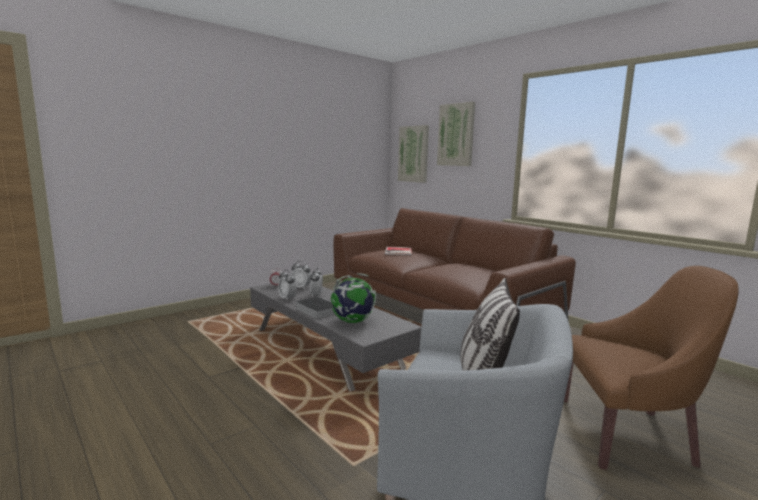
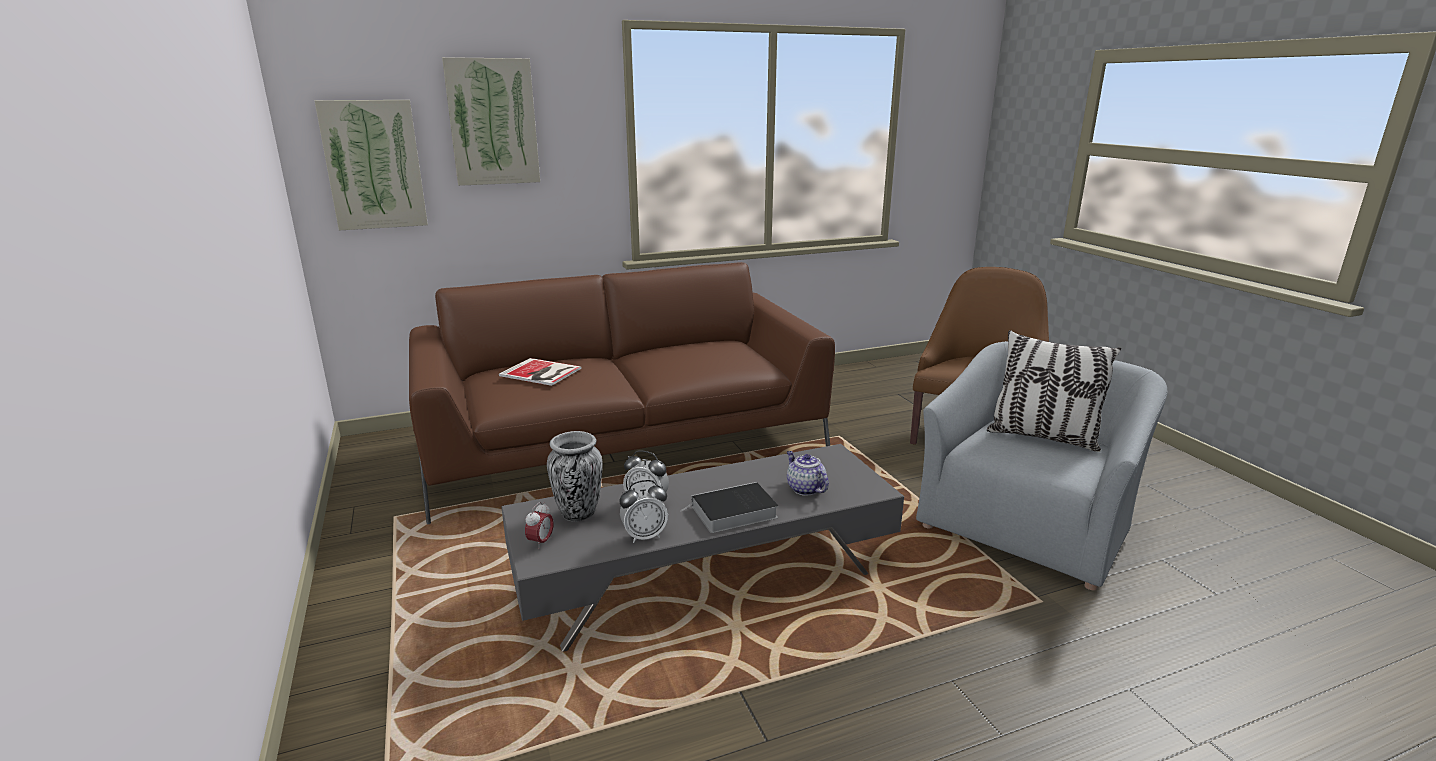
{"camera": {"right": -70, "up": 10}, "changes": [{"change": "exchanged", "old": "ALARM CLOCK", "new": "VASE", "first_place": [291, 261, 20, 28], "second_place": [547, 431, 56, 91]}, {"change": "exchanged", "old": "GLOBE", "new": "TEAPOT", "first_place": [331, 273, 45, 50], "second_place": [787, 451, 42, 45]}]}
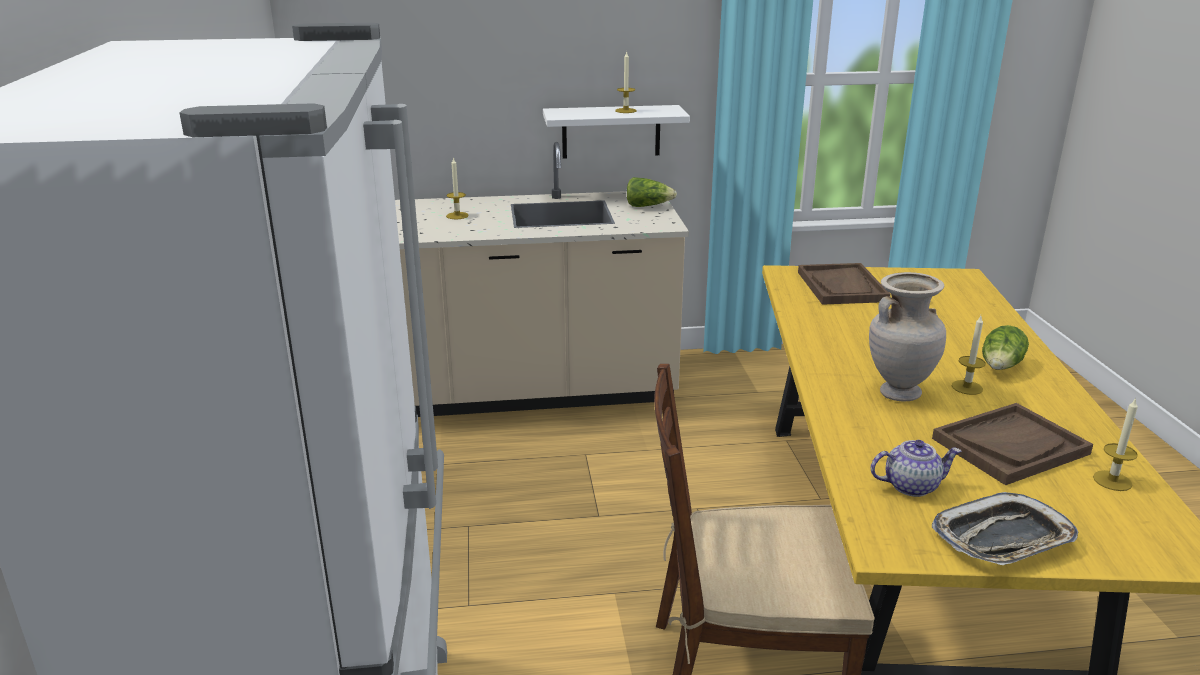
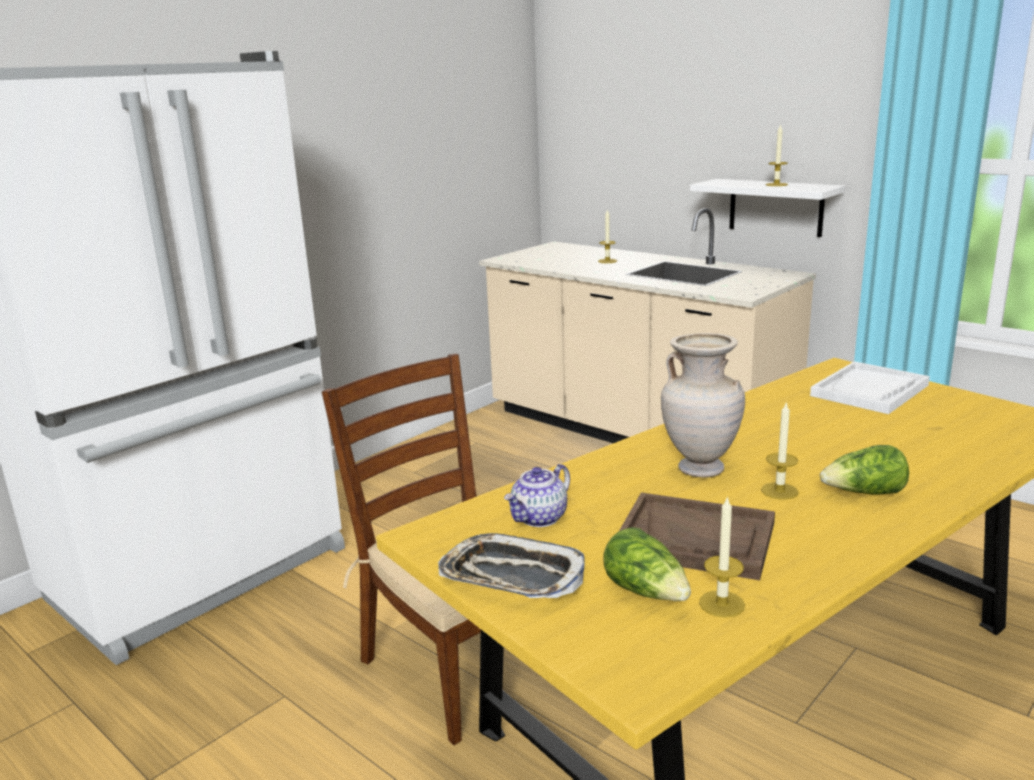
{"camera": {"right": 50, "up": -5}, "changes": [{"change": "relocated", "old": "LETTUCE", "first_place": [627, 177, 50, 30], "second_place": [603, 527, 88, 74]}, {"change": "colour", "old": "BROWN TRAY", "new": "WHITE TRAY", "first_place": [798, 263, 92, 42], "second_place": [810, 361, 120, 53]}, {"change": "spun", "old": "TEAPOT", "first_place": [871, 440, 91, 57], "second_place": [504, 464, 66, 63], "degrees": 90}]}
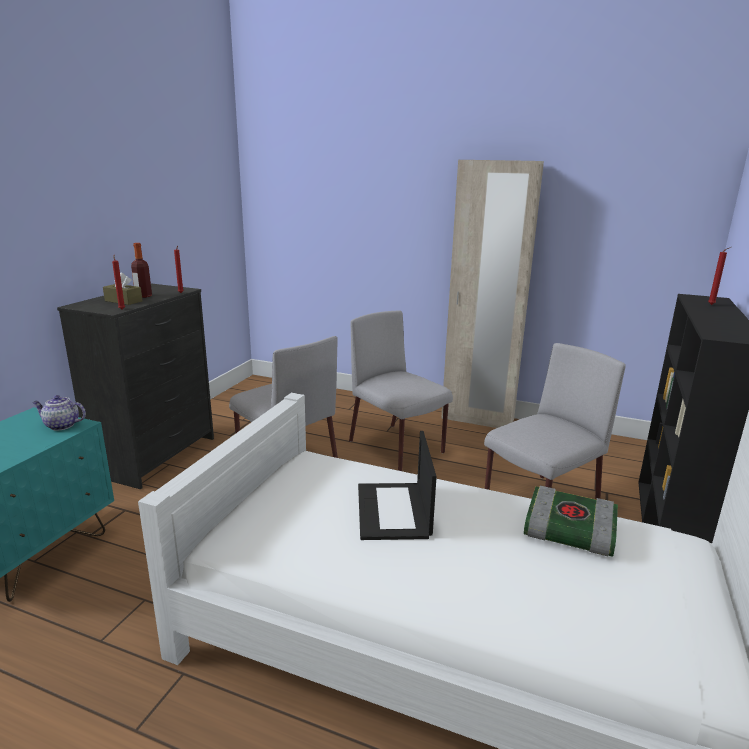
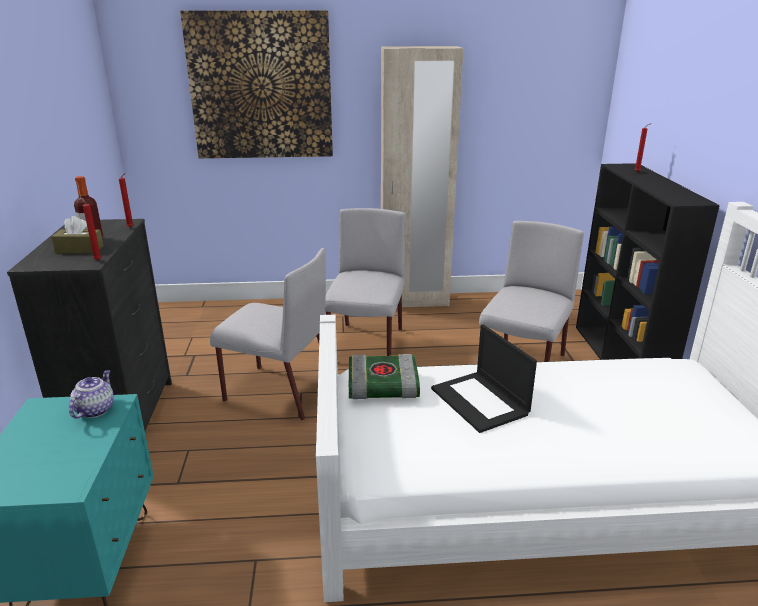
{"camera": {"right": -25, "up": 5}, "changes": [{"change": "appeared", "new": "PICTURE", "second_place": [180, 10, 153, 148]}, {"change": "relocated", "old": "BOOK", "first_place": [524, 486, 94, 71], "second_place": [349, 354, 71, 45]}, {"change": "spun", "old": "TEAPOT", "first_place": [32, 395, 54, 35], "second_place": [69, 370, 45, 48], "degrees": 120}, {"change": "spun", "old": "GREY CHAIR", "first_place": [349, 310, 104, 161], "second_place": [325, 208, 81, 148], "degrees": 75}]}
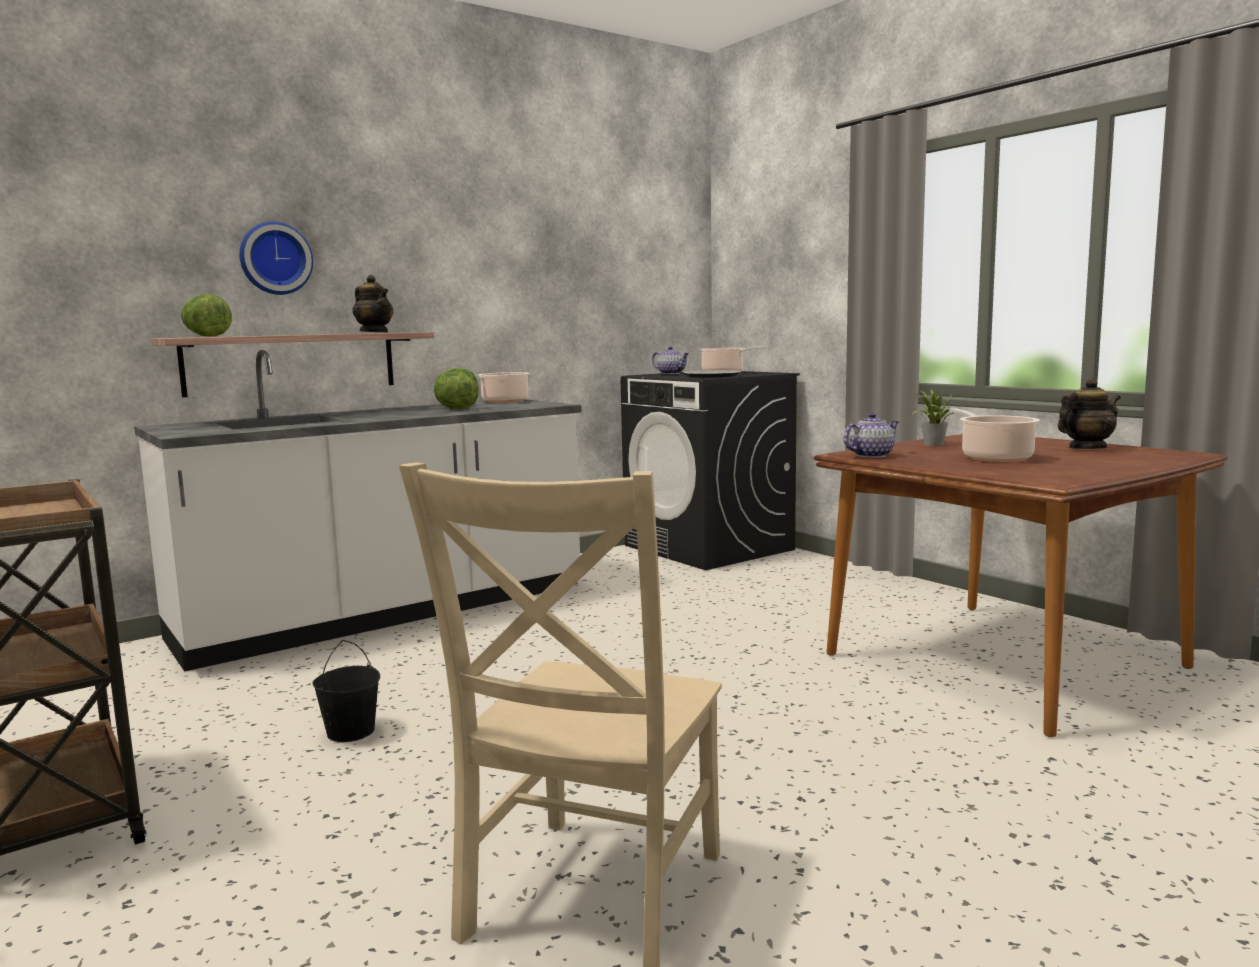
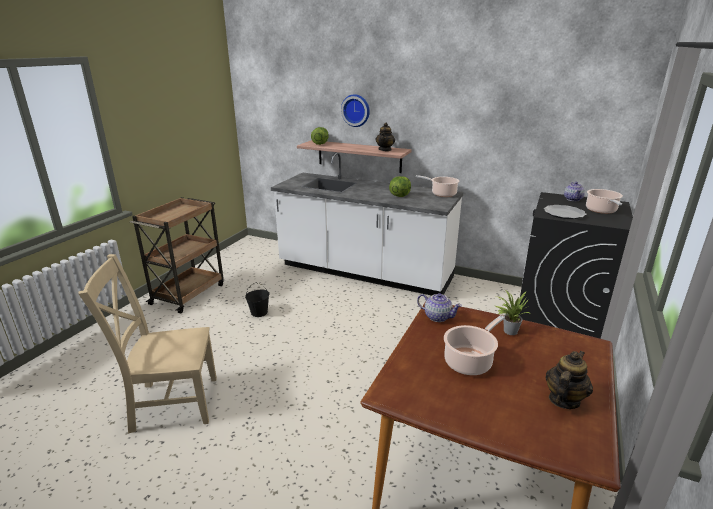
{"camera": {"right": 60, "up": 15}, "changes": [{"change": "spun", "old": "TEAPOT", "first_place": [1058, 378, 63, 71], "second_place": [545, 351, 48, 58], "degrees": -90}]}
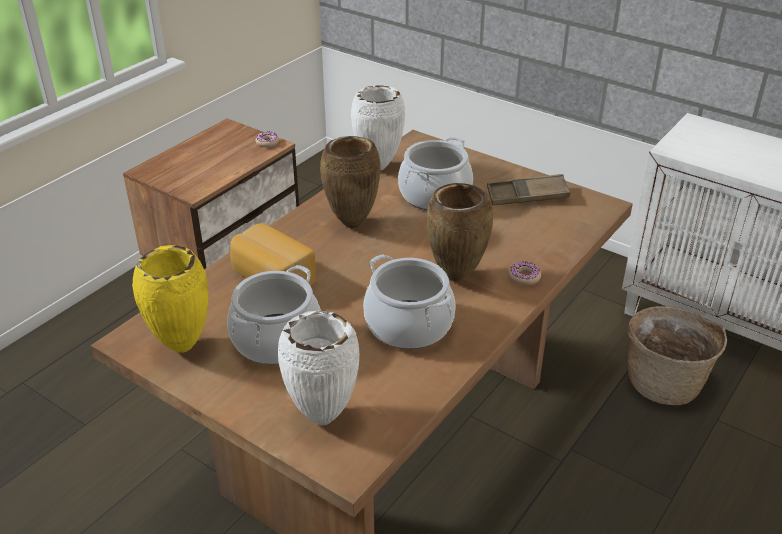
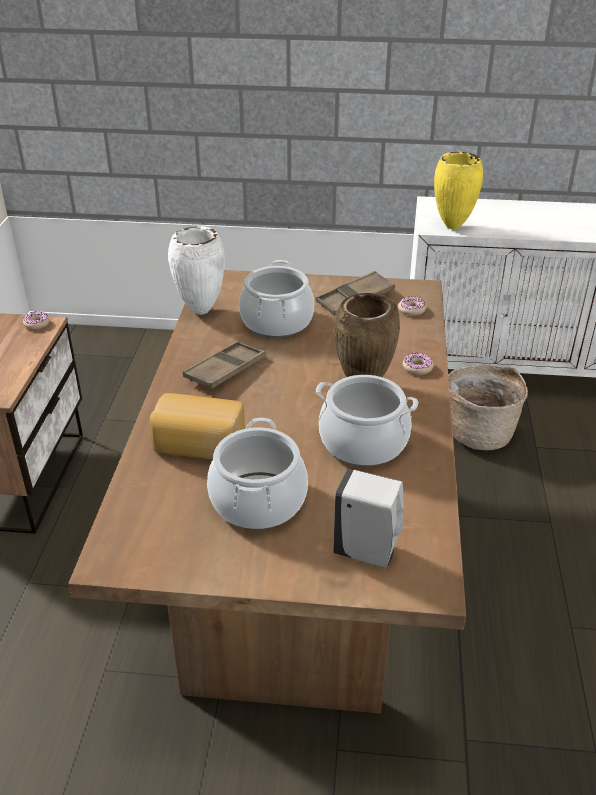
{"camera": {"right": -30, "up": 0}, "changes": [{"change": "appeared", "new": "DONUT", "second_place": [398, 296, 28, 20]}, {"change": "relocated", "old": "YELLOW VASE", "first_place": [132, 245, 76, 108], "second_place": [434, 152, 49, 77]}, {"change": "exchanged", "old": "WHITE VASE", "new": "WHITE SOAP DISPENSER", "first_place": [278, 310, 81, 116], "second_place": [333, 469, 71, 99]}, {"change": "exchanged", "old": "BROWN VASE", "new": "BROWN TRAY", "first_place": [320, 136, 60, 92], "second_place": [183, 341, 83, 49]}]}
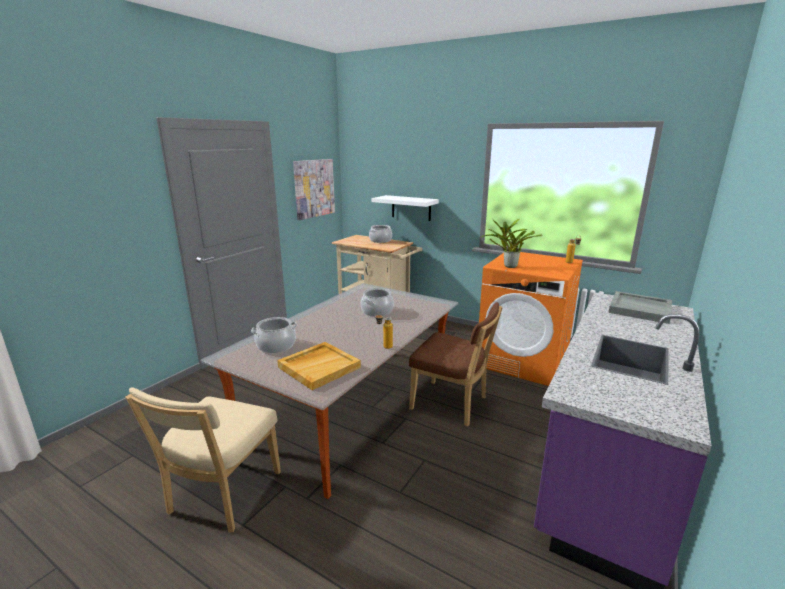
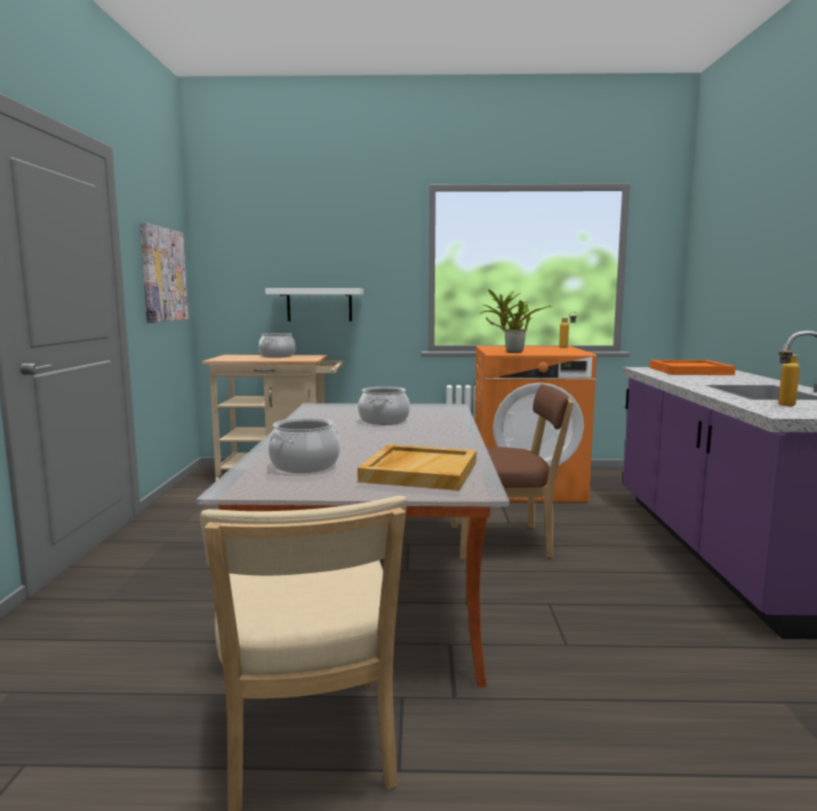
{"camera": {"right": -30, "up": -10}, "changes": [{"change": "relocated", "old": "BOTTLE", "first_place": [375, 312, 18, 37], "second_place": [778, 344, 22, 62]}, {"change": "colour", "old": "GREY TRAY", "new": "ORANGE TRAY", "first_place": [608, 291, 64, 33], "second_place": [650, 360, 86, 15]}]}
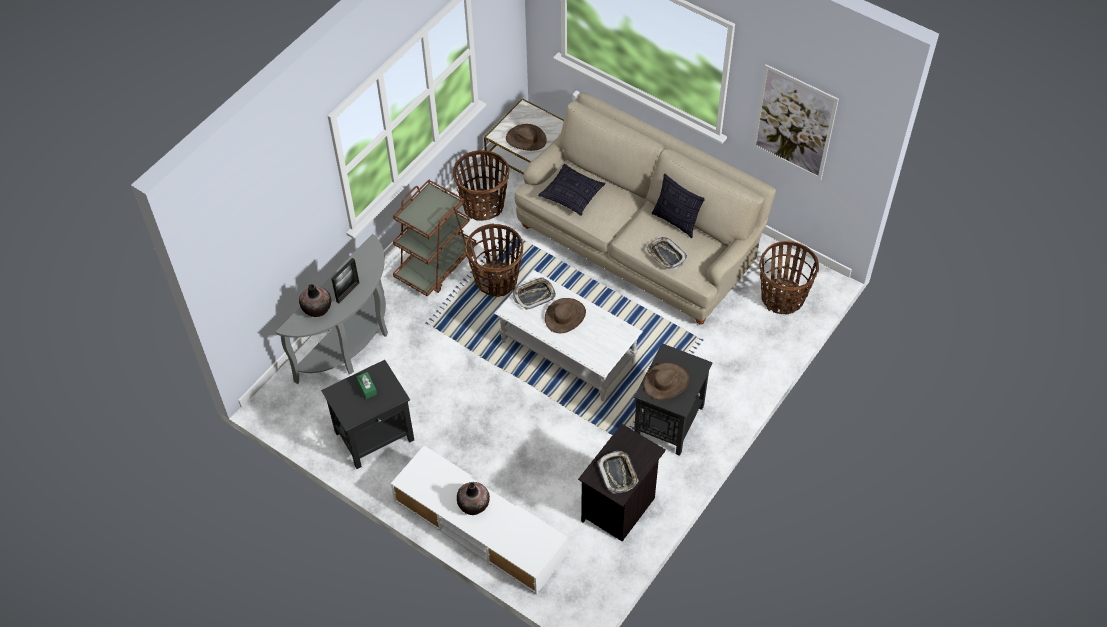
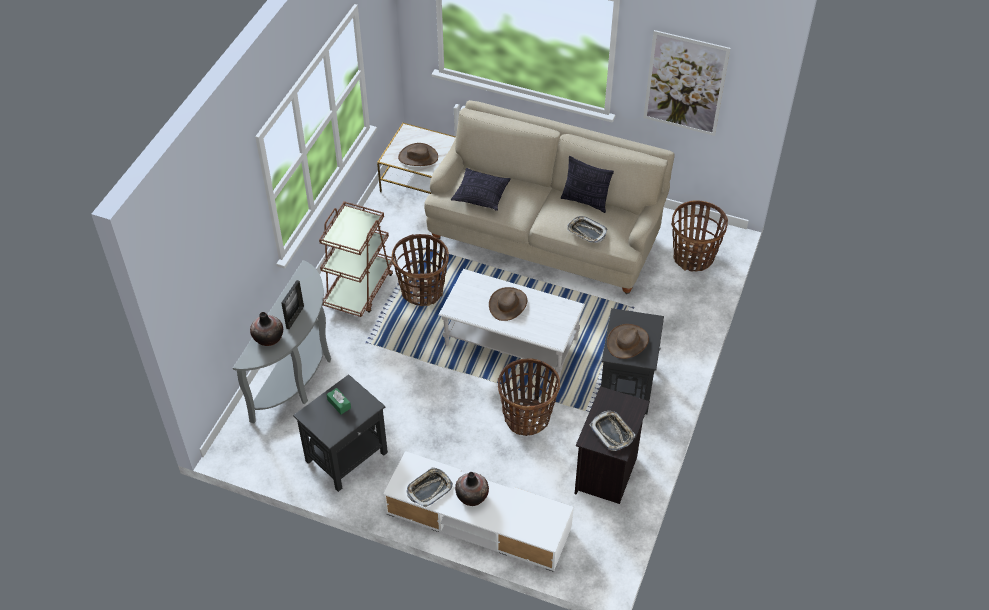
{"camera": {"right": -15, "up": -5}, "changes": [{"change": "relocated", "old": "BASKET", "first_place": [453, 150, 56, 71], "second_place": [498, 358, 62, 78]}, {"change": "relocated", "old": "TRAY", "first_place": [513, 277, 43, 33], "second_place": [407, 467, 46, 40]}]}
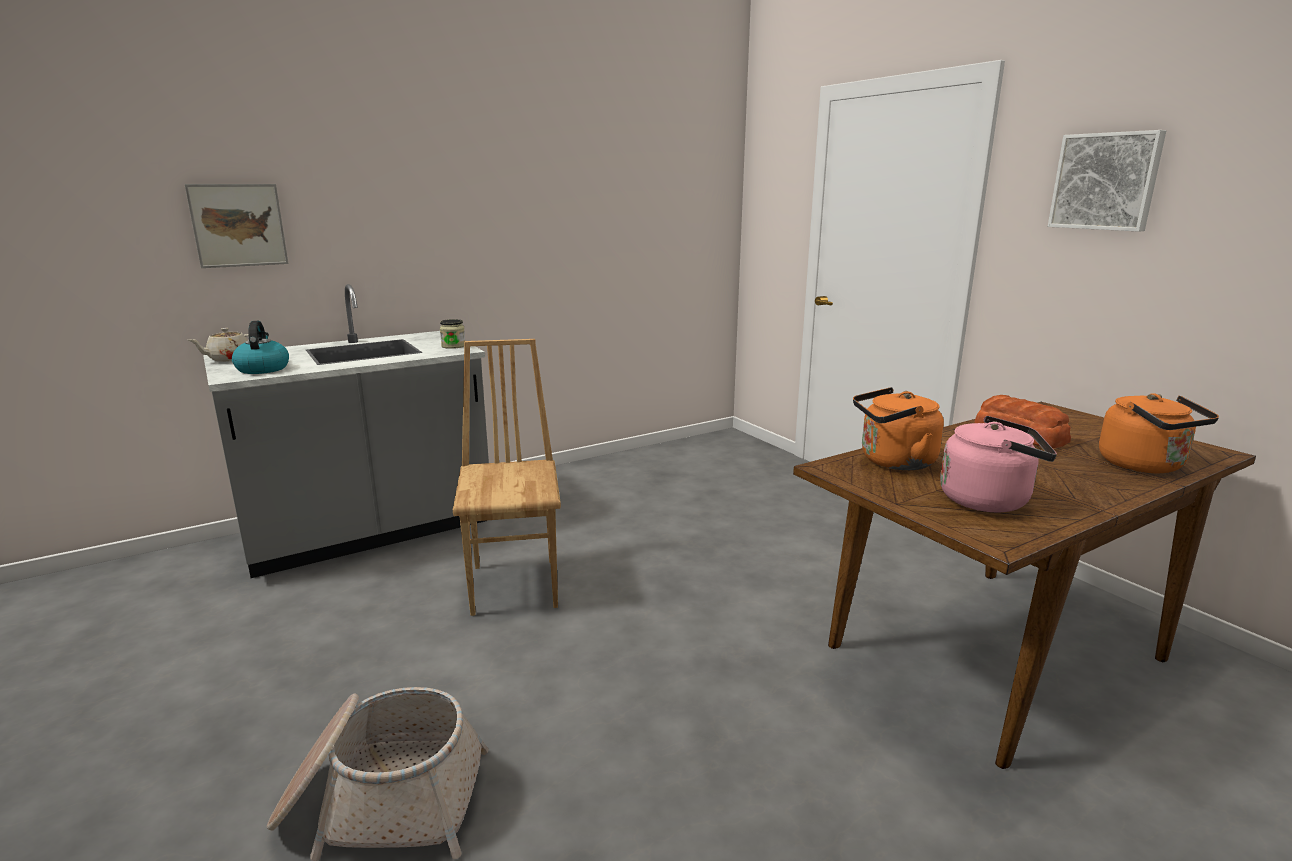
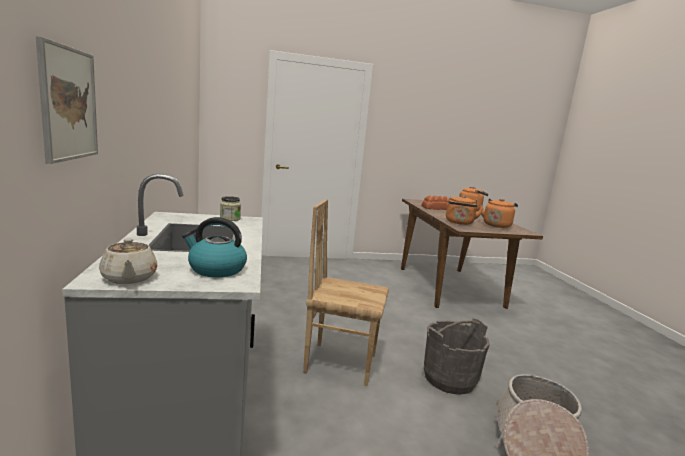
{"camera": {"right": -70, "up": -5}, "changes": [{"change": "missing", "old": "PICTURE", "first_place": [1048, 130, 118, 102]}, {"change": "appeared", "new": "GREY BUCKET", "second_place": [424, 319, 66, 76]}, {"change": "colour", "old": "PINK KETTLE", "new": "ORANGE KETTLE", "first_place": [940, 416, 117, 97], "second_place": [480, 198, 38, 30]}]}
